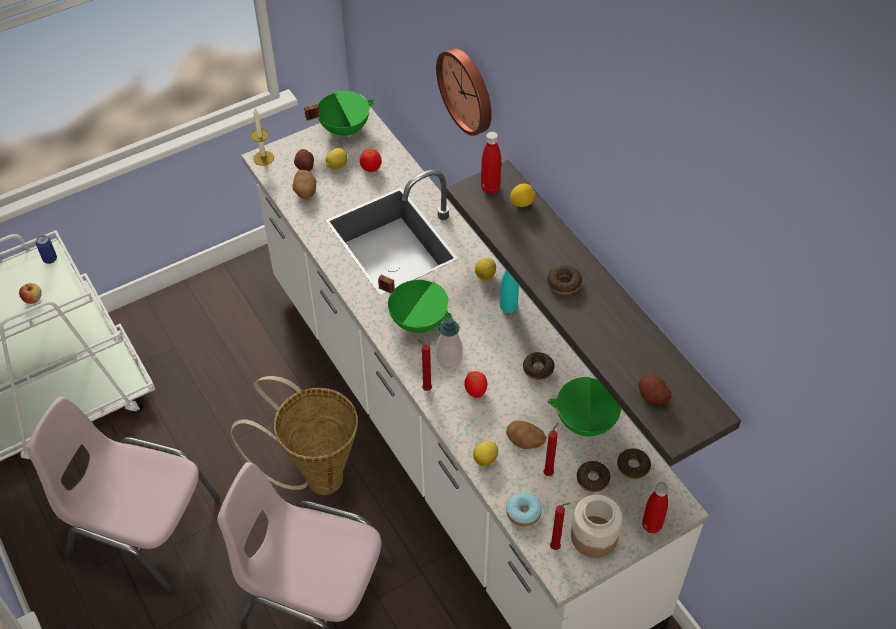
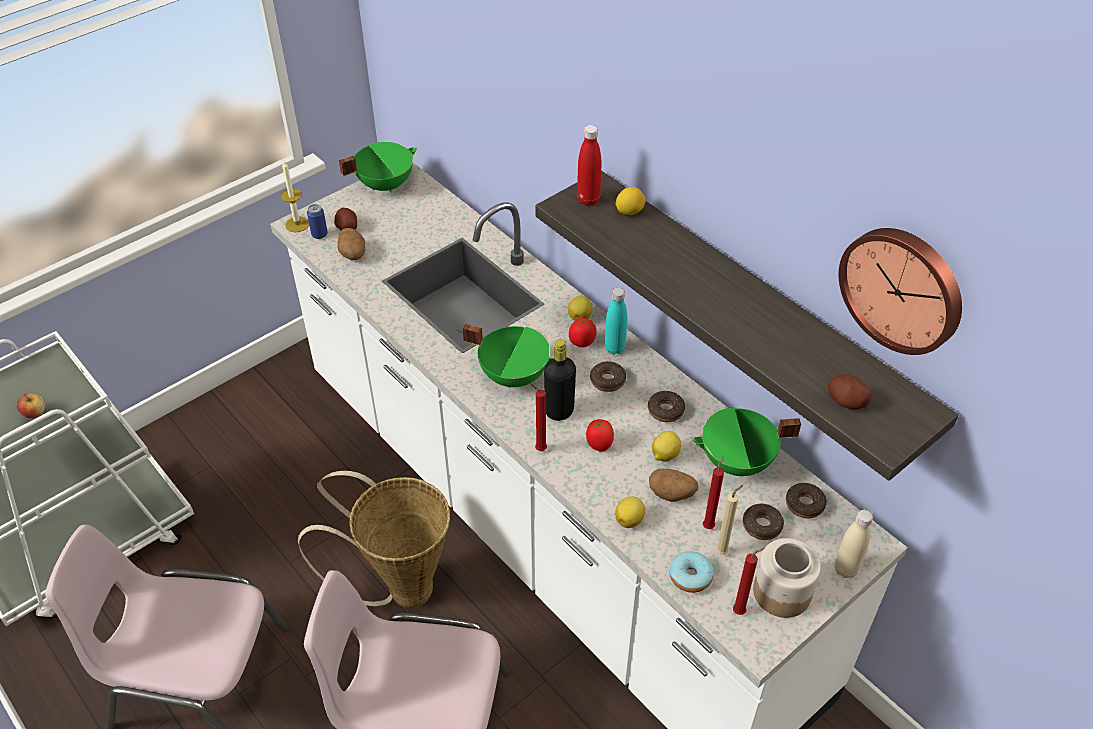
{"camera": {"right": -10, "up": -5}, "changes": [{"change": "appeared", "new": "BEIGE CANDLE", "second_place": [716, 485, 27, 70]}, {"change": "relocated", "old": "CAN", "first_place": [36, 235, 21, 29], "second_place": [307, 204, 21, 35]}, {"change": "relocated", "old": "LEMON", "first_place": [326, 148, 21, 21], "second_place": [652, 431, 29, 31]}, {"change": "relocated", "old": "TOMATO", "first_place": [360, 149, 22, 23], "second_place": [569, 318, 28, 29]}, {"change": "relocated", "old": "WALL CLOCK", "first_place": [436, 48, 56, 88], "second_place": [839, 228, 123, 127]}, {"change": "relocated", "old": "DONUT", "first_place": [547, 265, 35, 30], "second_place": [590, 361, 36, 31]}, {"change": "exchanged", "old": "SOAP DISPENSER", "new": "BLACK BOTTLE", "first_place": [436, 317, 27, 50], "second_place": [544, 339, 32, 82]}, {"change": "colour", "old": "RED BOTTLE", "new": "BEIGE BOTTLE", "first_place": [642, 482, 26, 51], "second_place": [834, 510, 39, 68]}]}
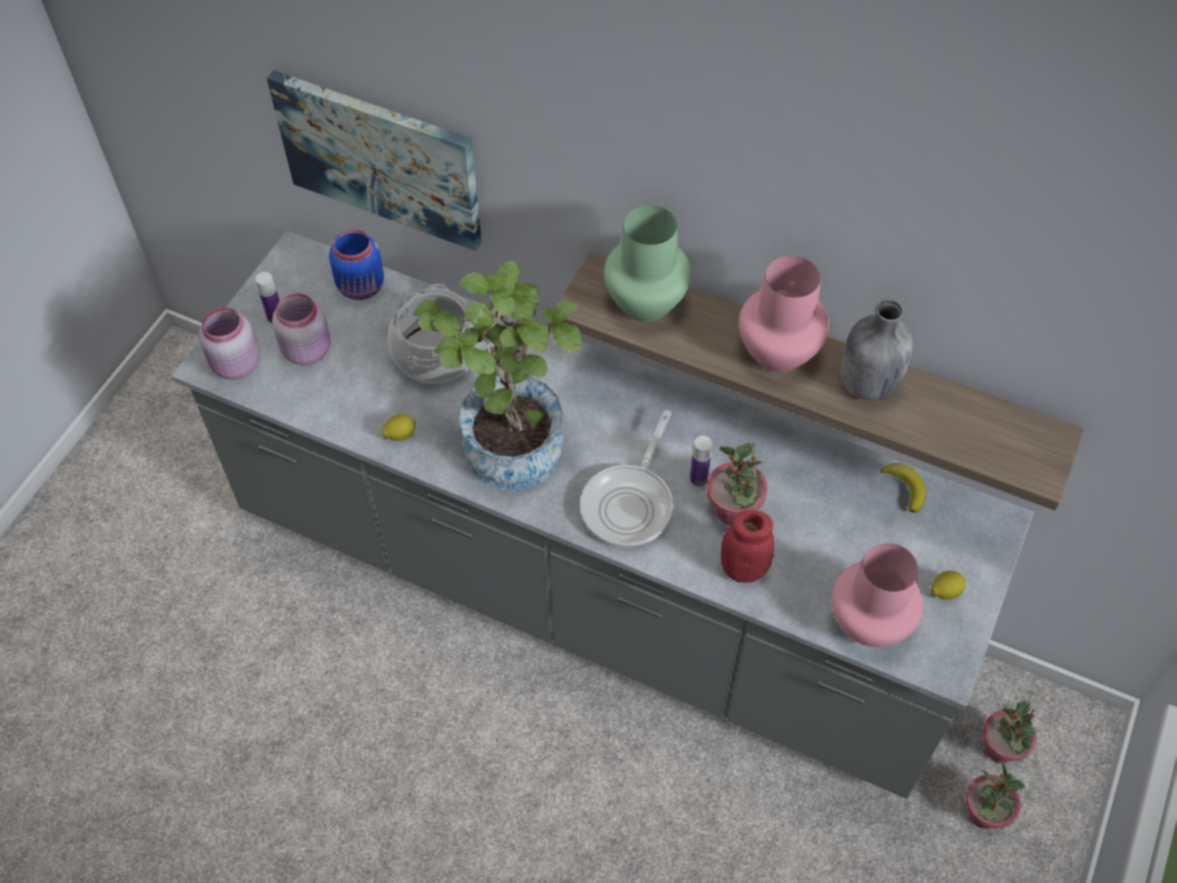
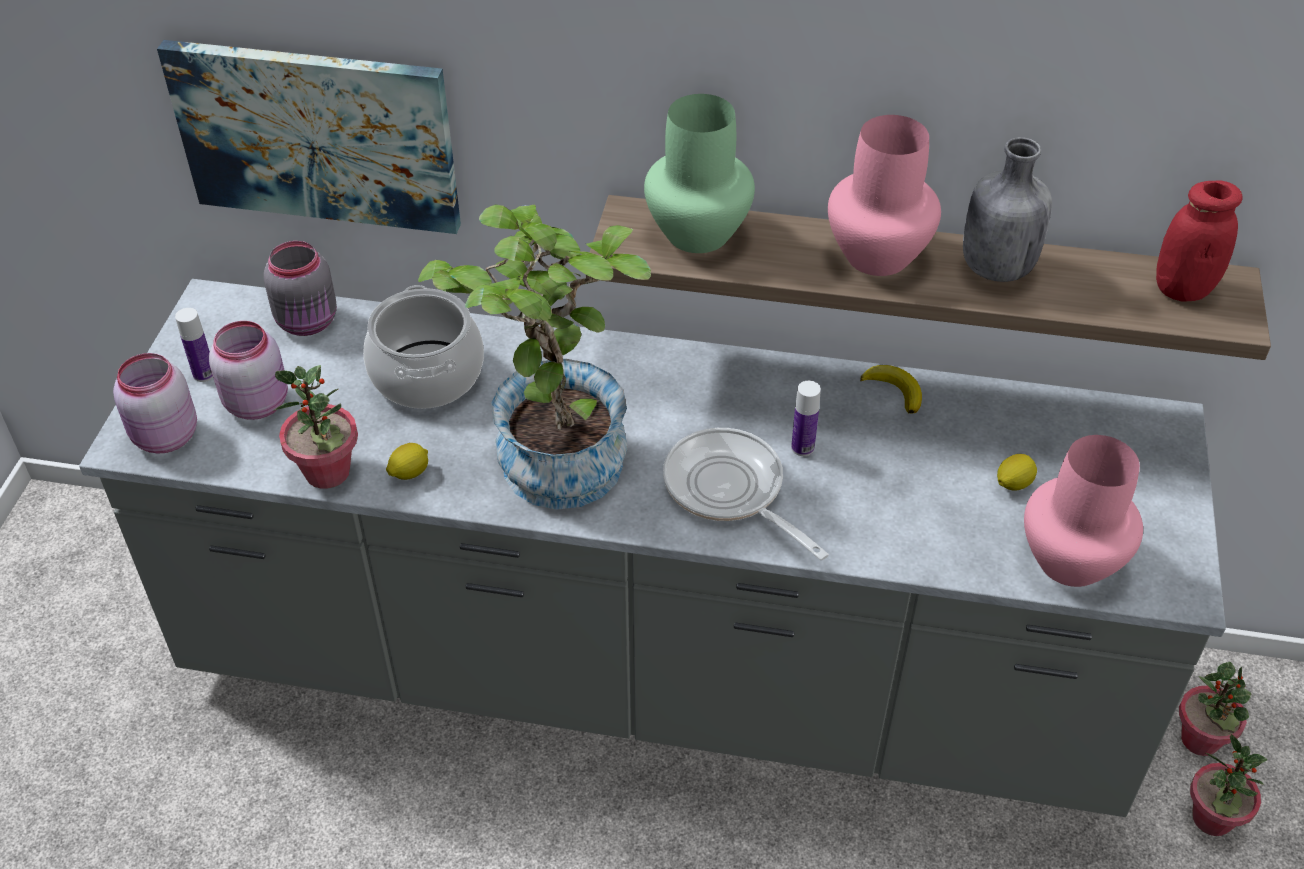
{"camera": {"right": -15, "up": -10}, "changes": [{"change": "relocated", "old": "POTTED PLANT", "first_place": [707, 443, 60, 83], "second_place": [273, 365, 85, 124]}, {"change": "relocated", "old": "RED JAR", "first_place": [721, 510, 53, 73], "second_place": [1156, 180, 86, 121]}, {"change": "relocated", "old": "BANANA", "first_place": [881, 463, 45, 50], "second_place": [860, 365, 62, 49]}, {"change": "relocated", "old": "LEMON", "first_place": [931, 571, 35, 29], "second_place": [997, 454, 40, 37]}, {"change": "colour", "old": "BLUE JAR", "new": "GREY JAR", "first_place": [329, 229, 55, 71], "second_place": [264, 241, 73, 95]}, {"change": "spun", "old": "FRYING PAN", "first_place": [580, 410, 93, 137], "second_place": [663, 428, 166, 132], "degrees": 135}]}
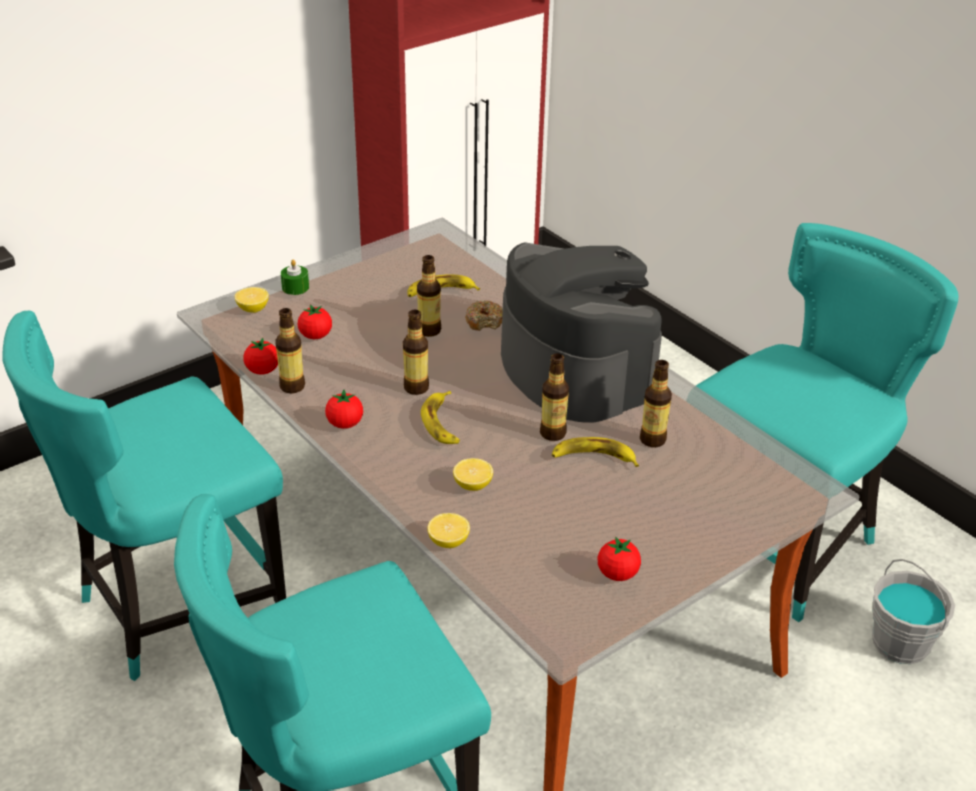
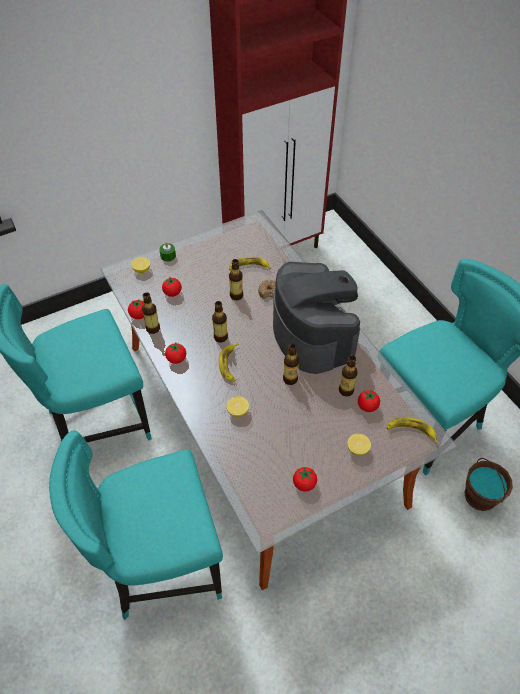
{"camera": {"right": 10, "up": 15}, "changes": [{"change": "appeared", "new": "TOMATO", "second_place": [358, 390, 22, 22]}, {"change": "relocated", "old": "LEMON", "first_place": [427, 513, 43, 35], "second_place": [347, 434, 24, 22]}, {"change": "relocated", "old": "BANANA", "first_place": [552, 437, 87, 30], "second_place": [387, 417, 51, 26]}, {"change": "colour", "old": "GREY BUCKET", "new": "BROWN BUCKET", "first_place": [872, 559, 83, 105], "second_place": [464, 458, 49, 53]}]}
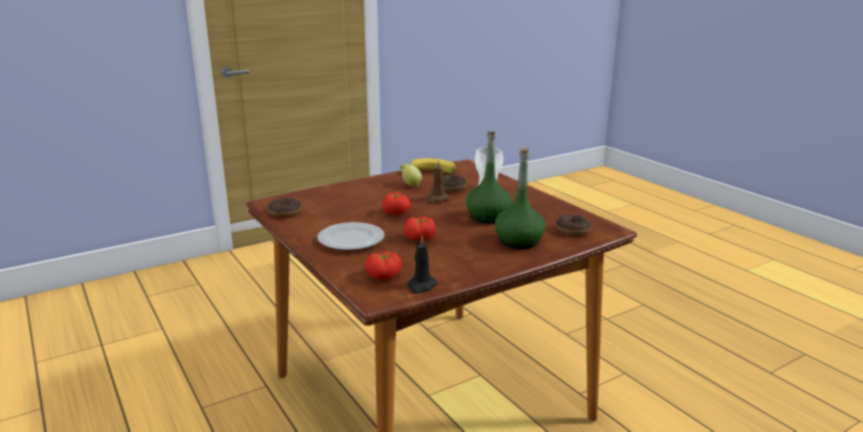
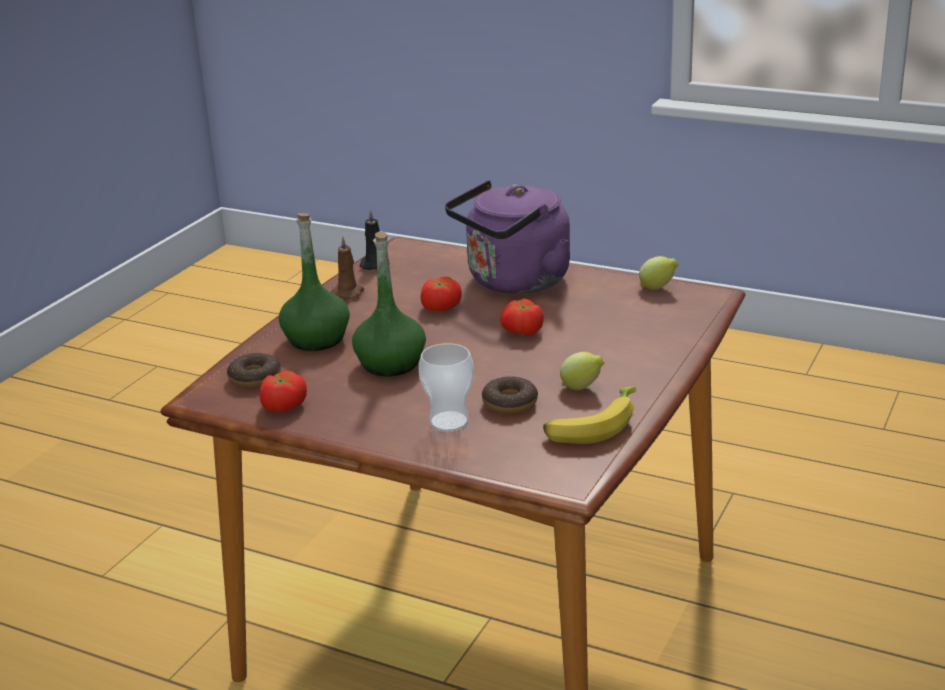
{"camera": {"right": 150, "up": 5}, "changes": [{"change": "relocated", "old": "TOMATO", "first_place": [366, 251, 36, 29], "second_place": [260, 371, 47, 41]}, {"change": "relocated", "old": "BROWN CANDLE", "first_place": [427, 160, 23, 43], "second_place": [331, 236, 33, 63]}, {"change": "exchanged", "old": "DONUT", "new": "LEMON", "first_place": [268, 198, 33, 19], "second_place": [639, 256, 39, 34]}, {"change": "exchanged", "old": "PLATE", "new": "PURPLE KETTLE", "first_place": [317, 222, 68, 28], "second_place": [445, 180, 125, 114]}]}
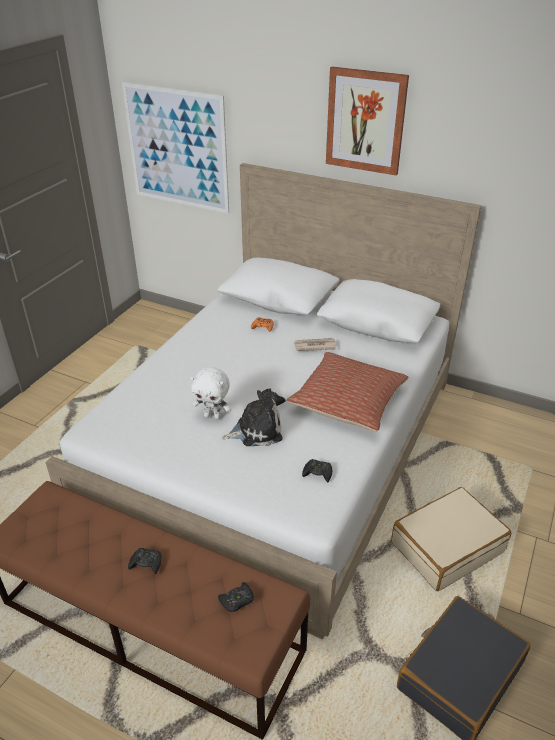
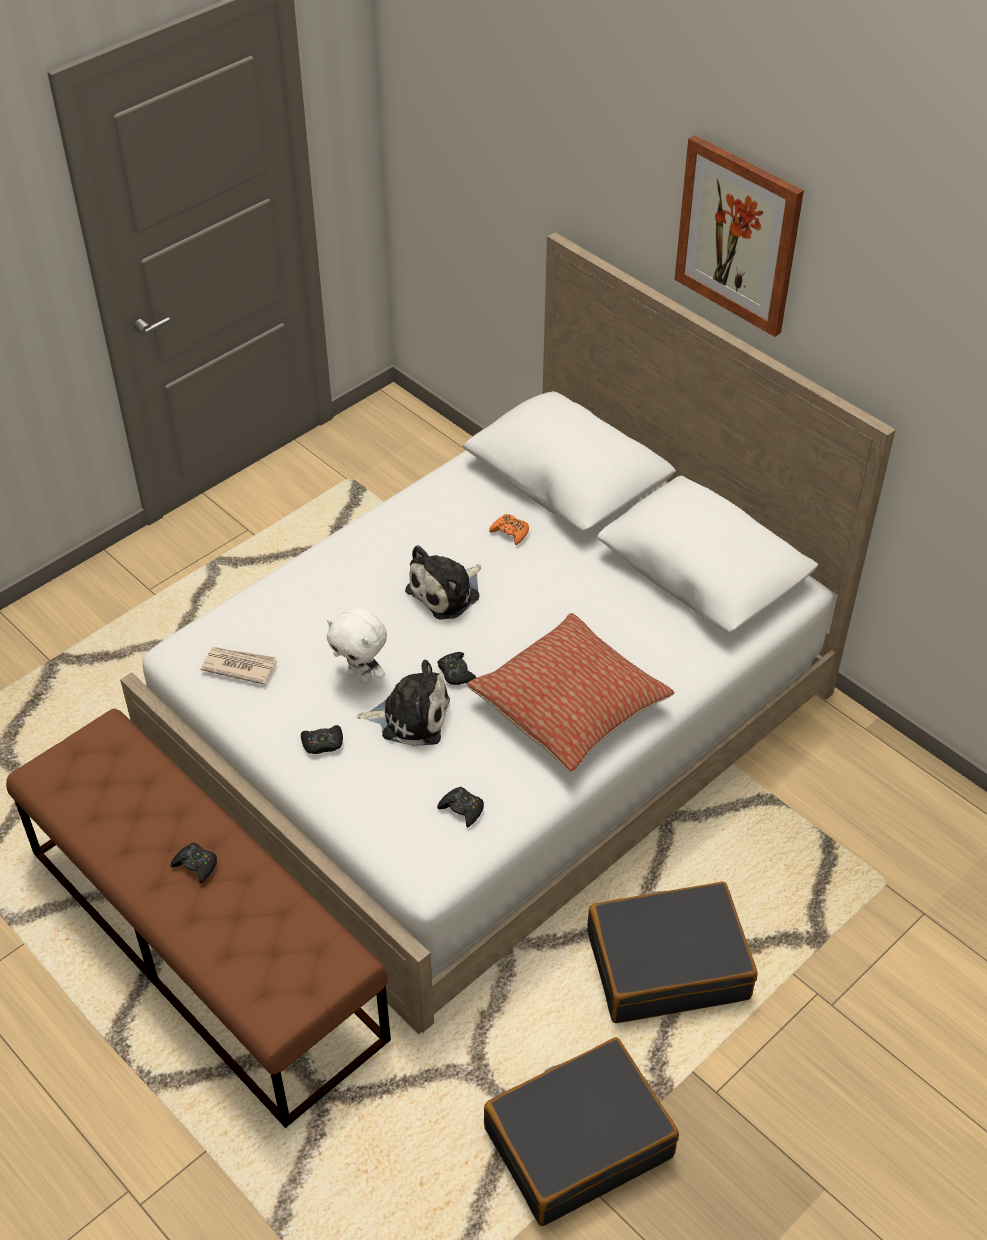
{"camera": {"right": 20, "up": 10}, "changes": [{"change": "missing", "old": "PICTURE", "first_place": [122, 82, 107, 132]}, {"change": "appeared", "new": "PLUSH TOY", "second_place": [405, 545, 76, 75]}, {"change": "relocated", "old": "BLACK GAME CONTROLLER", "first_place": [218, 582, 36, 30], "second_place": [301, 725, 42, 29]}, {"change": "relocated", "old": "NEWSPAPER", "first_place": [294, 338, 43, 13], "second_place": [201, 647, 76, 38]}, {"change": "colour", "old": "BEIGE SUITCASE", "new": "BLACK SUITCASE", "first_place": [391, 487, 120, 104], "second_place": [587, 882, 170, 141]}]}
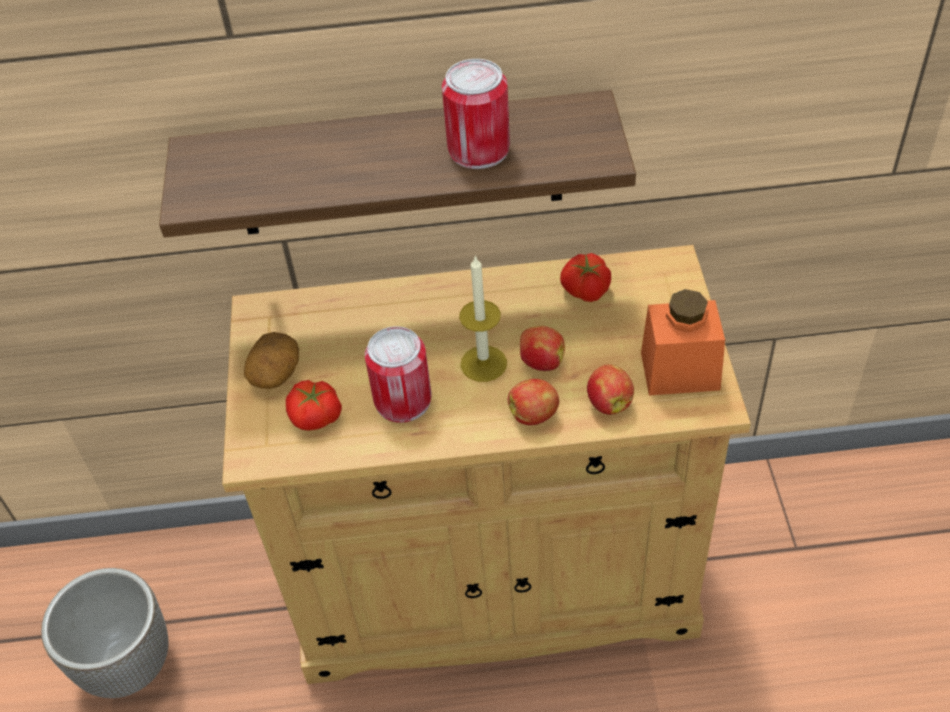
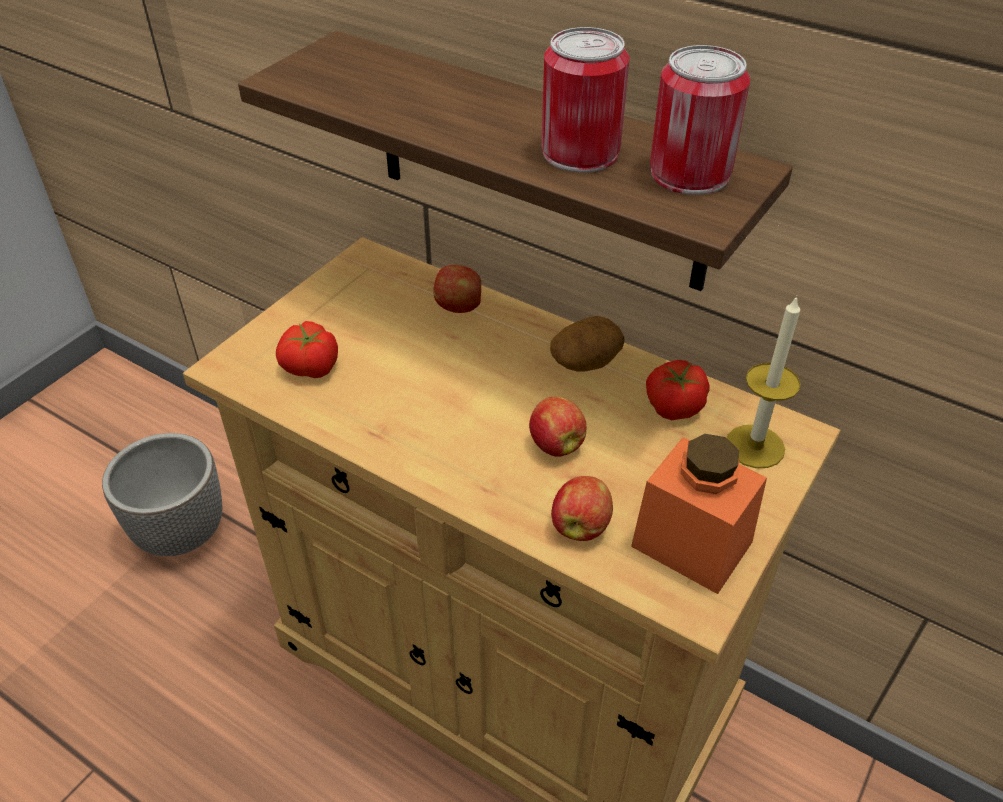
{"camera": {"right": 35, "up": -5}, "changes": [{"change": "relocated", "old": "POTATO", "first_place": [244, 332, 55, 57], "second_place": [550, 316, 74, 55]}, {"change": "relocated", "old": "CAN", "first_place": [365, 326, 66, 97], "second_place": [650, 45, 100, 150]}, {"change": "relocated", "old": "CANDLE", "first_place": [459, 255, 48, 127], "second_place": [727, 295, 74, 173]}, {"change": "relocated", "old": "APPLE", "first_place": [508, 379, 51, 46], "second_place": [433, 265, 48, 48]}]}
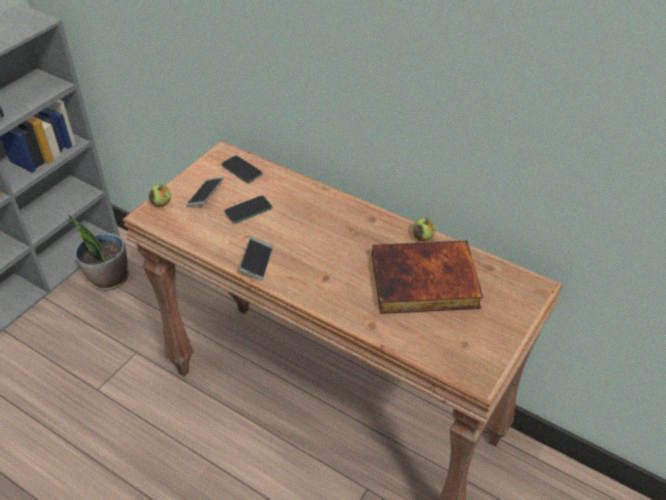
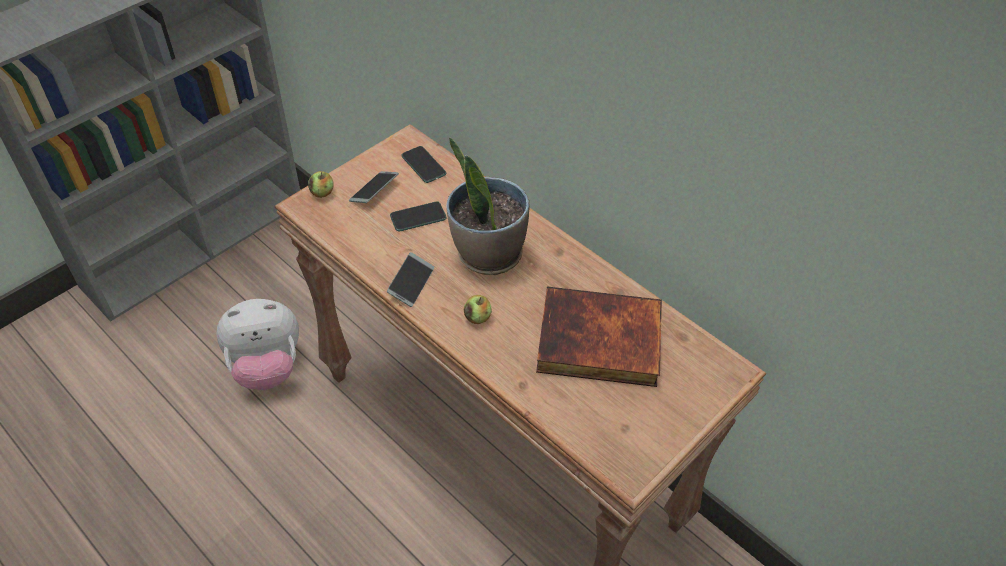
{"camera": {"right": 10, "up": 5}, "changes": [{"change": "appeared", "new": "PLUSH TOY", "second_place": [216, 299, 83, 91]}, {"change": "relocated", "old": "POTTED PLANT", "first_place": [68, 214, 61, 77], "second_place": [446, 137, 84, 138]}, {"change": "relocated", "old": "APPLE", "first_place": [413, 218, 22, 24], "second_place": [464, 295, 28, 29]}]}
